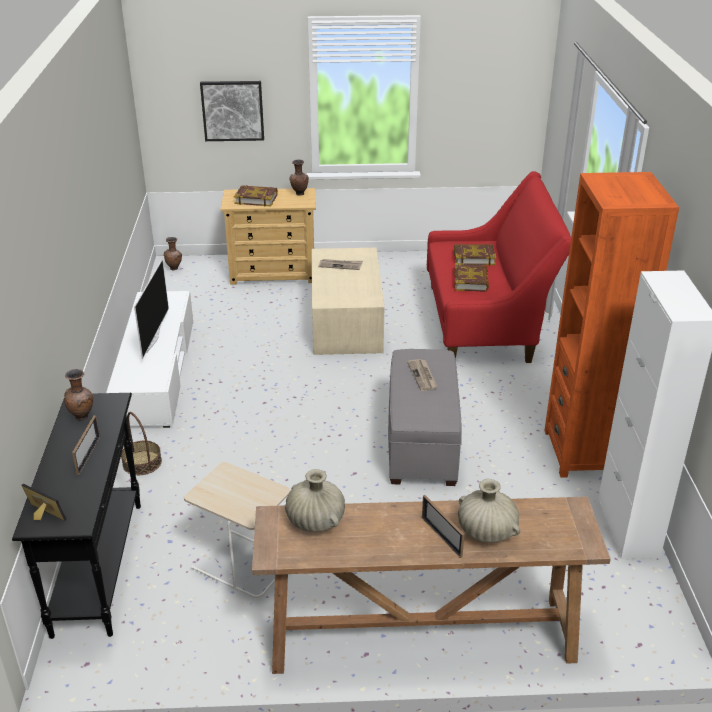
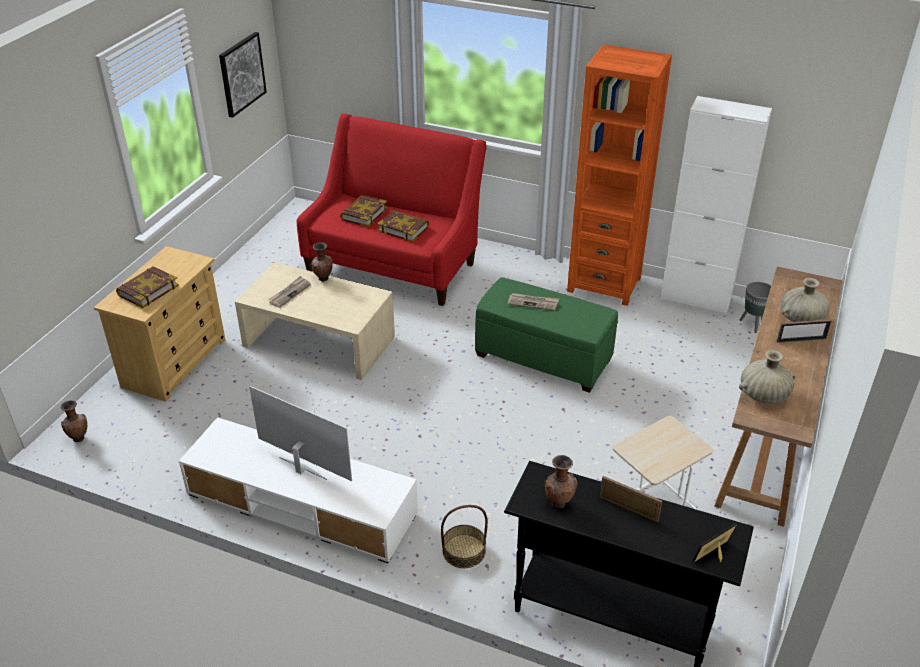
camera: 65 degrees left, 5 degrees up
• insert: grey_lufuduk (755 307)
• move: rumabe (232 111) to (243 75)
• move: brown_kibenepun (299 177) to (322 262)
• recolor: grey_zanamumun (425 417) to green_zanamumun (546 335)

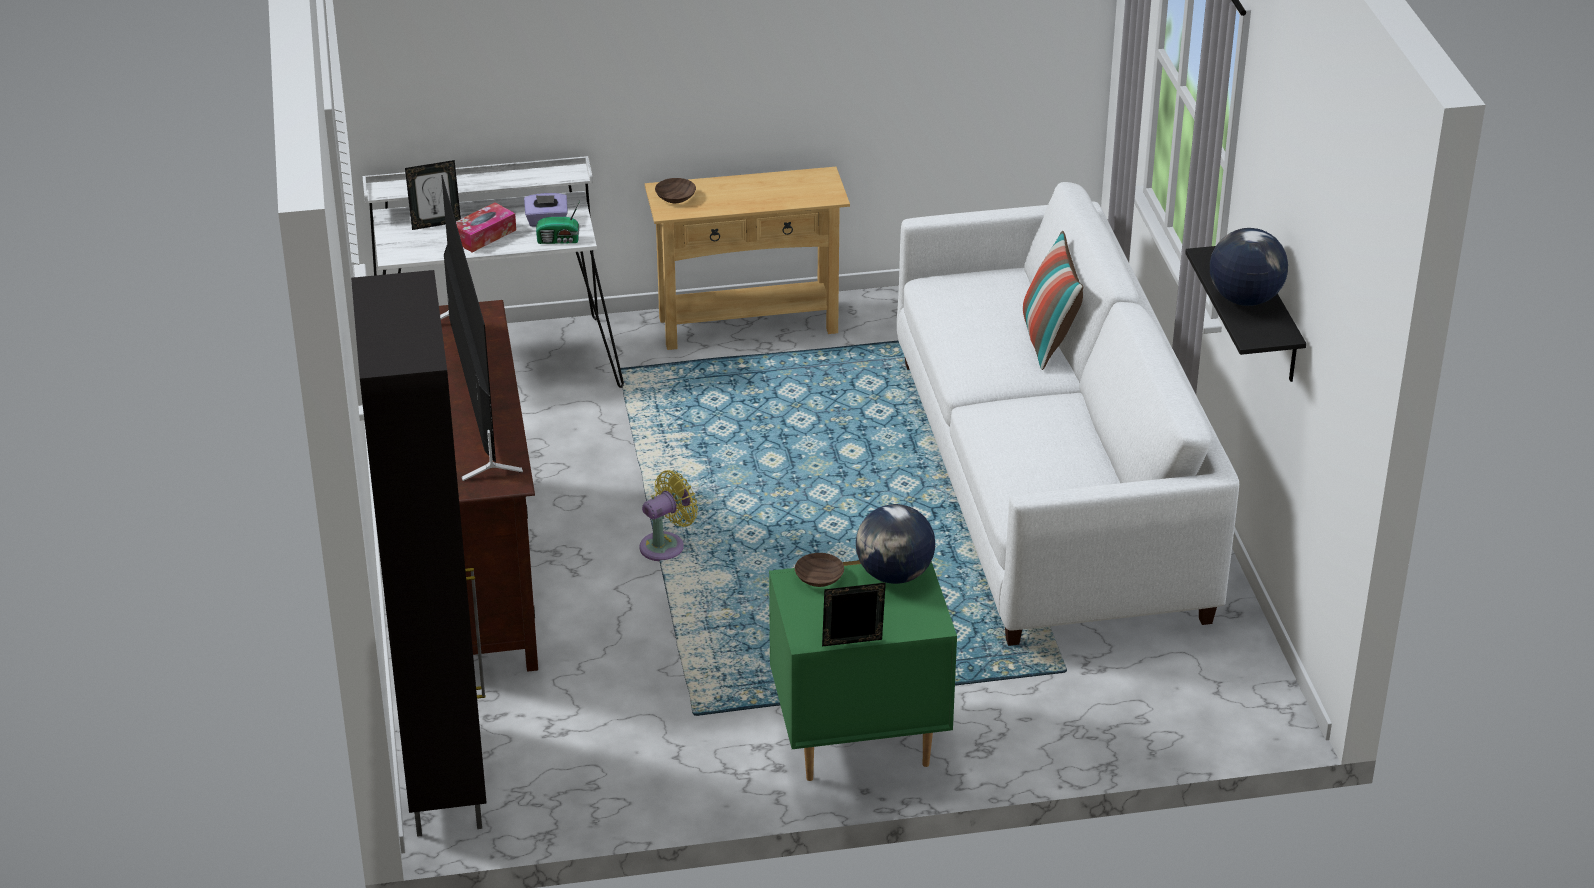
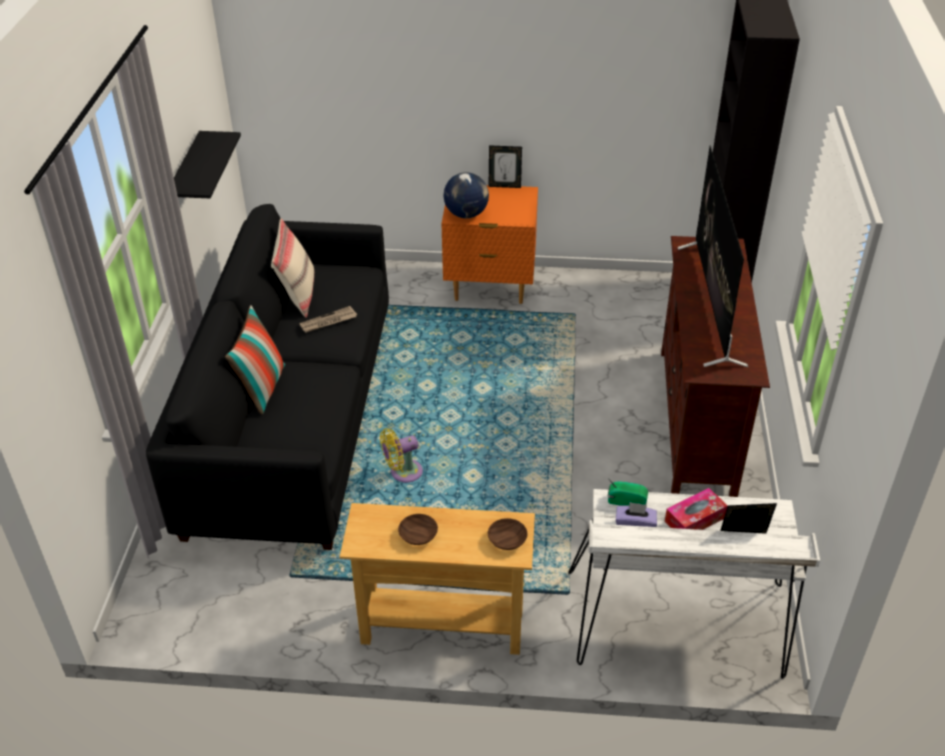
camera: 165 degrees left, 5 degrees up
• delete: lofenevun (1249 267)
• insert: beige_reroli (292 268)
• insert: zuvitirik (328 319)
• move: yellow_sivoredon (668 515) to (401 455)
• move: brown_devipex (819 570) to (418 529)
• recolor: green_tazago (863 670) to orange_tazago (489 244)
• recolor: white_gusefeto (1068 414) to black_gusefeto (267 377)

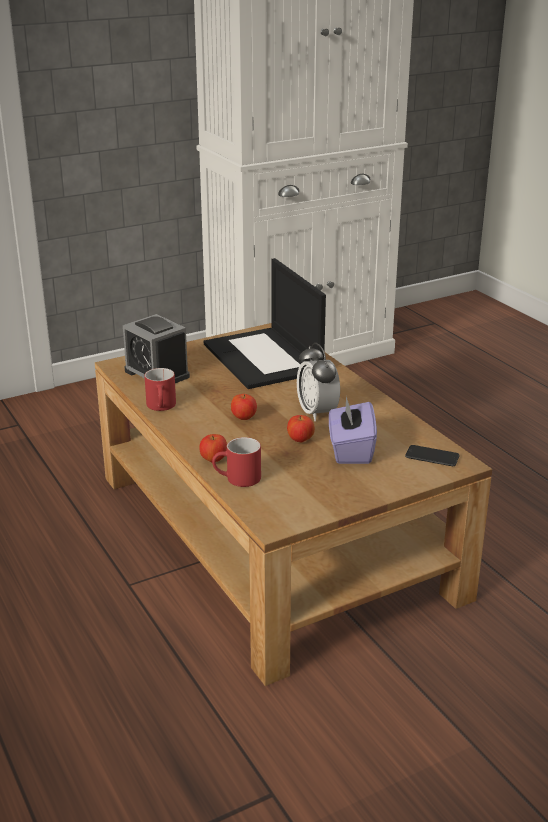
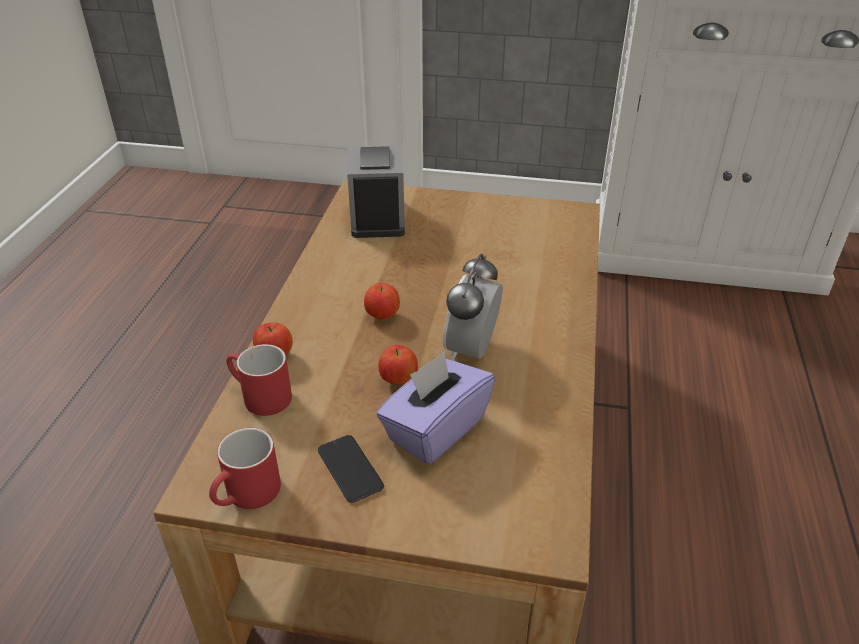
camera: 40 degrees right, 10 degrees up
• delete: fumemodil (265 323)
• move: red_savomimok (160 389) to (245 468)
• move: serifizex (432 455) to (351 469)

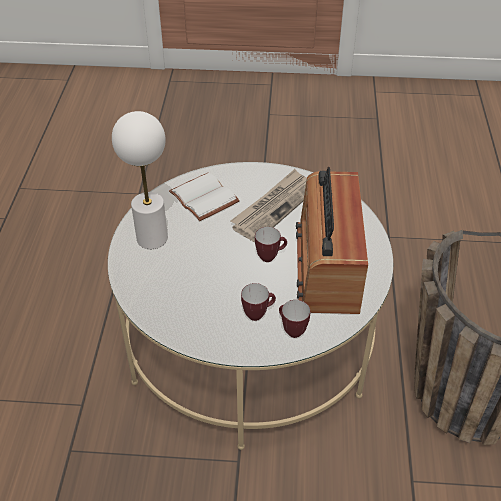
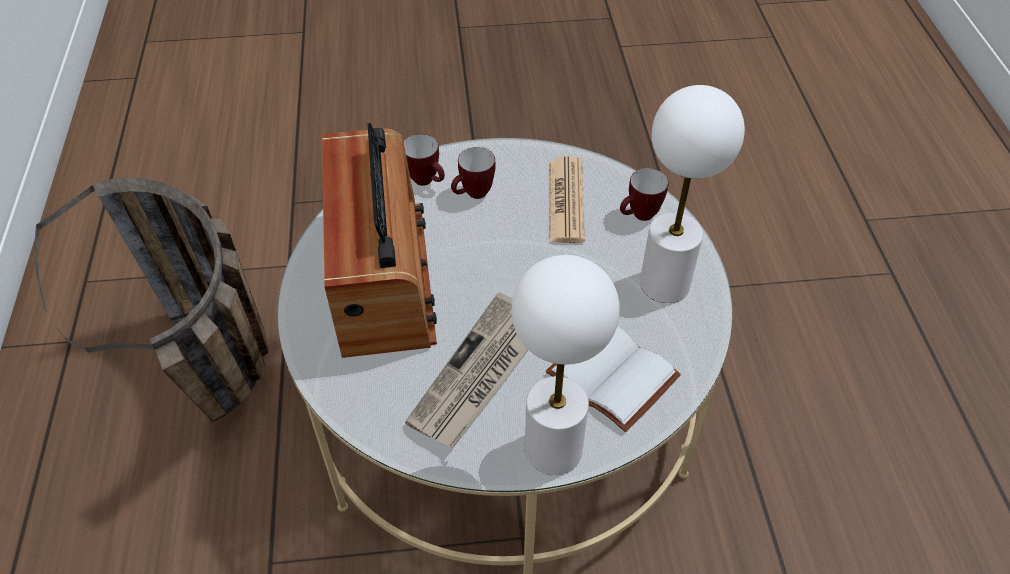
camera: 170 degrees right, 5 degrees up
• insert: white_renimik (565 365)
• insert: zuvitirik (567 199)
• move: savomimok (271 244) to (644 194)

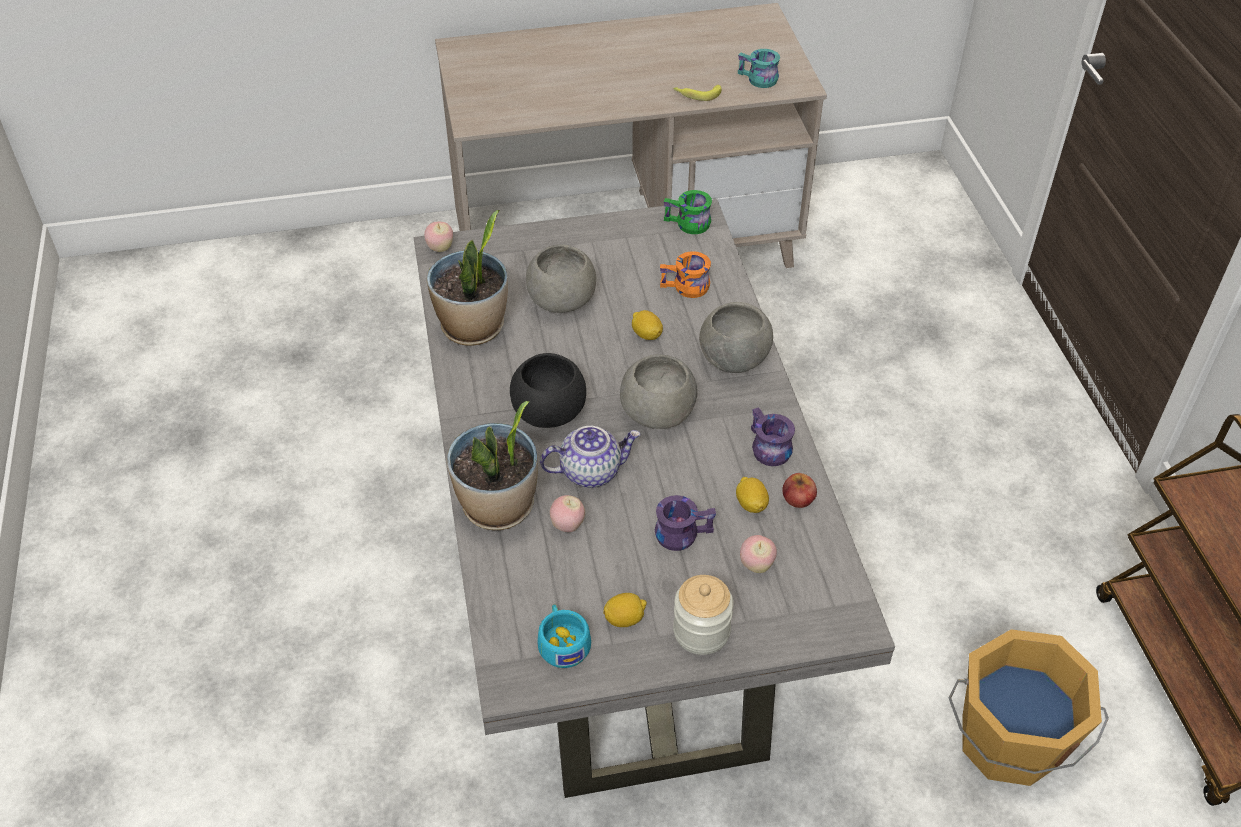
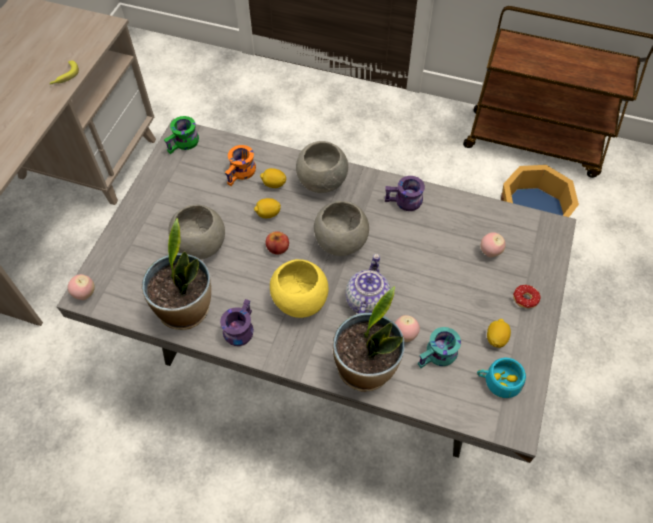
camera: 60 degrees left, 10 degrees up
• move: purple_savomimok (685 523) to (237 322)
• move: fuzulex (752 495) to (273 178)
• move: turquoise_savomimok (759 68) to (439 347)
• move: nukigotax (799 490) to (277 243)
• replace: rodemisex (703 615) to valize (527 297)
• recolor: black_devipex (548 390) to yellow_devipex (299 288)

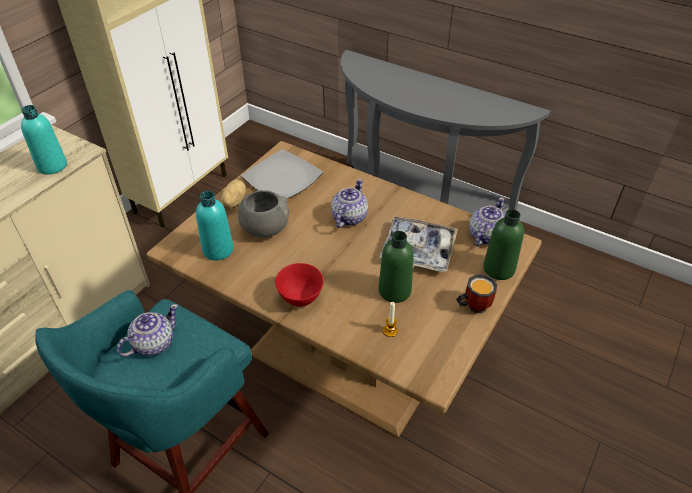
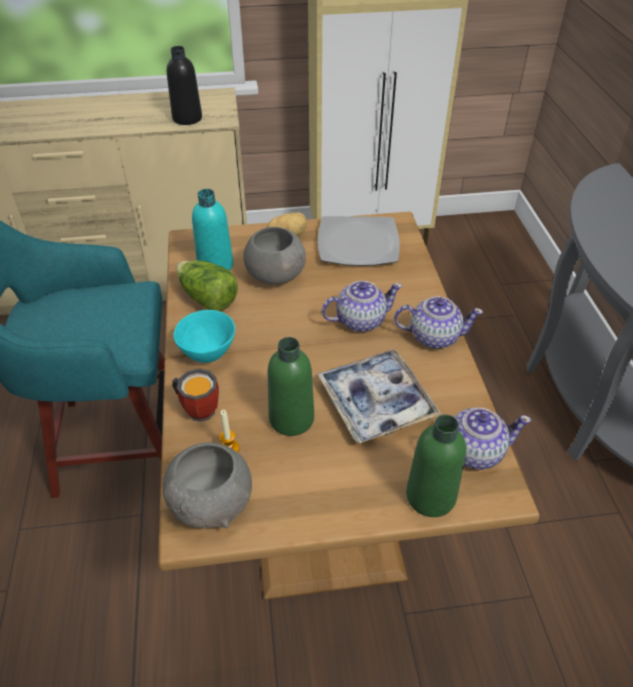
camera: 50 degrees right, 0 degrees up
• insert: grey_devipex (207 486)
• insert: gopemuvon (207 285)
• move: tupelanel (147 330) to (439 322)
• move: savomimok (477 293) to (195 395)
• recolor: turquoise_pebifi (44 140) to black_pebifi (184 85)
• recolor: red_devipex (299 285) to turquoise_devipex (204 336)

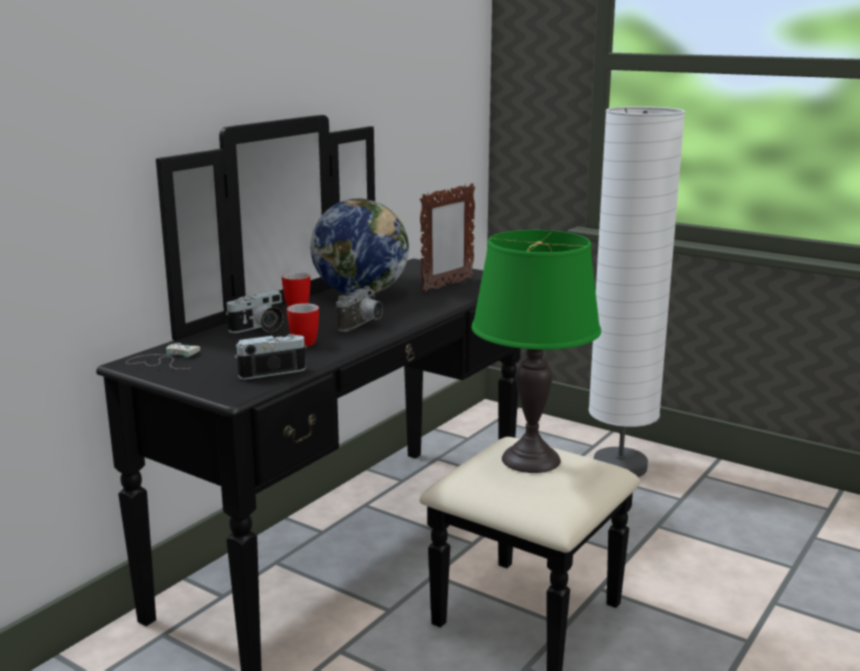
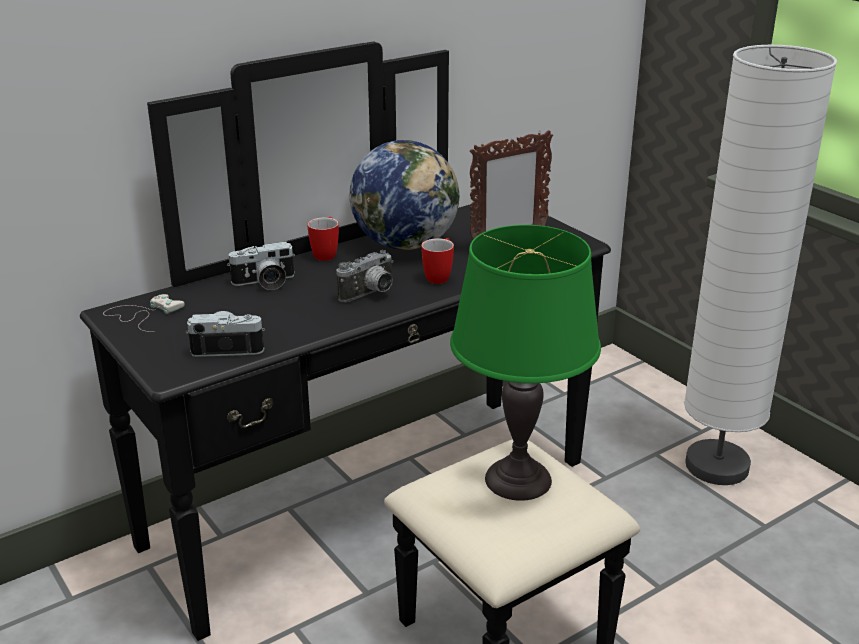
camera: 20 degrees right, 10 degrees up
• move: savomimok (303 325) to (437 261)

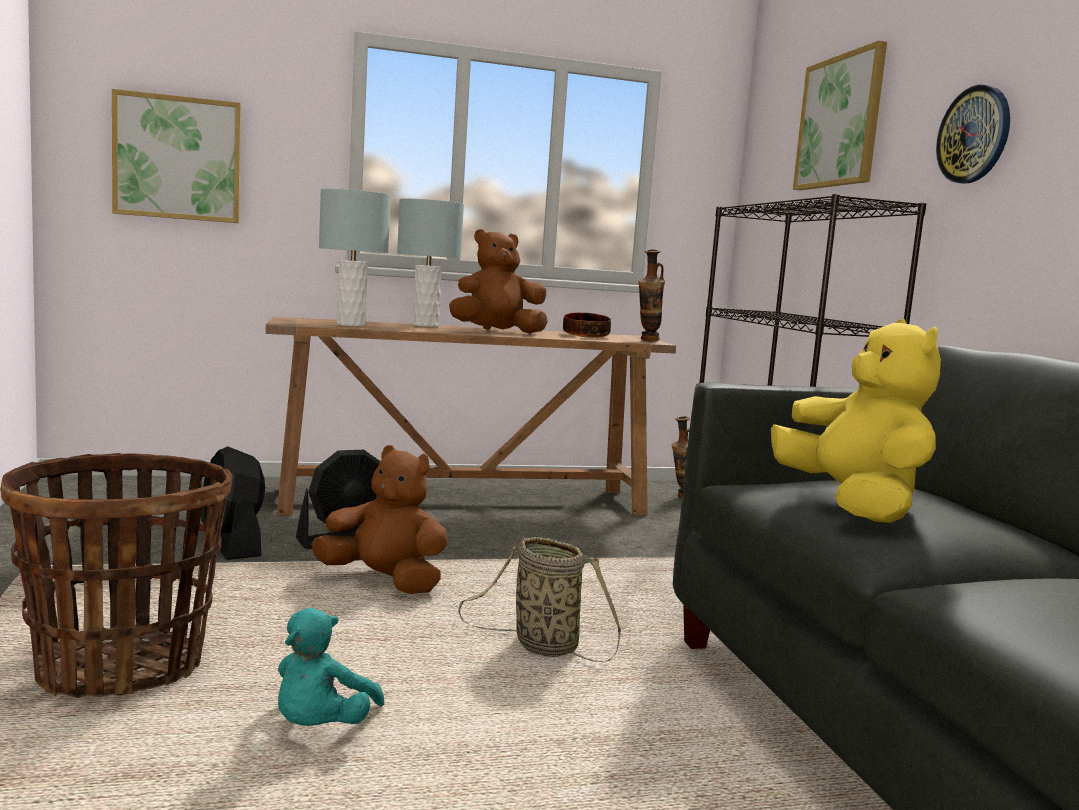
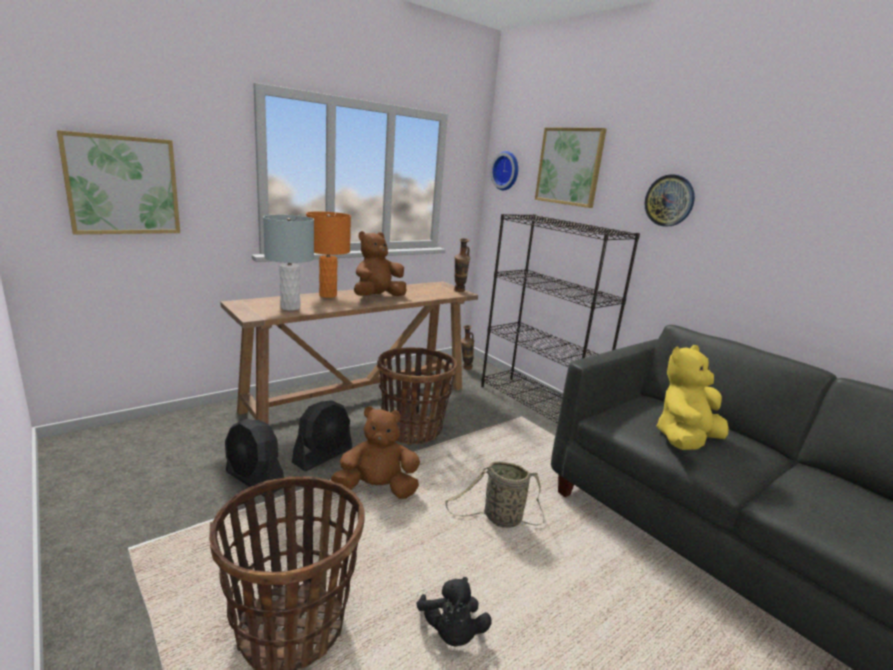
camera: 25 degrees left, 10 degrees up
• delete: devipex (587 325)
• insert: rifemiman (417 396)
• insert: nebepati (504 170)
• recolor: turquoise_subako (331 667) to black_subako (454 612)
• recolor: grey_renimik (430 262) to orange_renimik (328 254)
• rotate: yellow_subako (856 421) = (692 397) 90 degrees counterclockwise

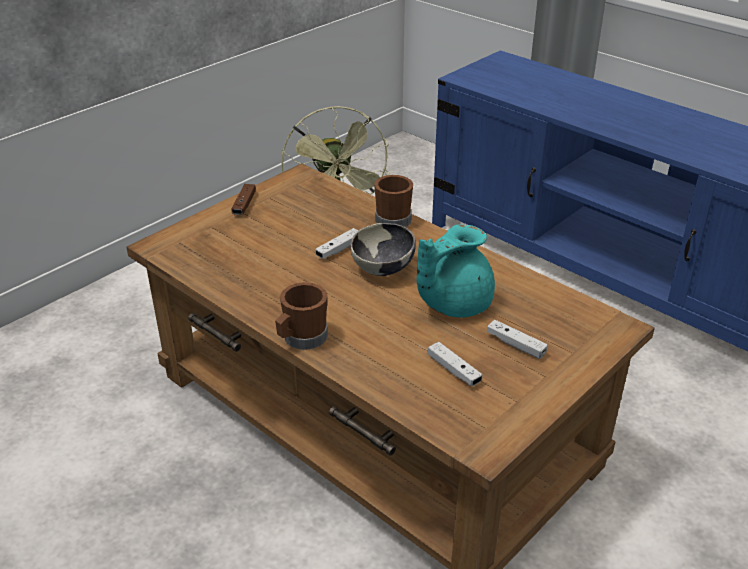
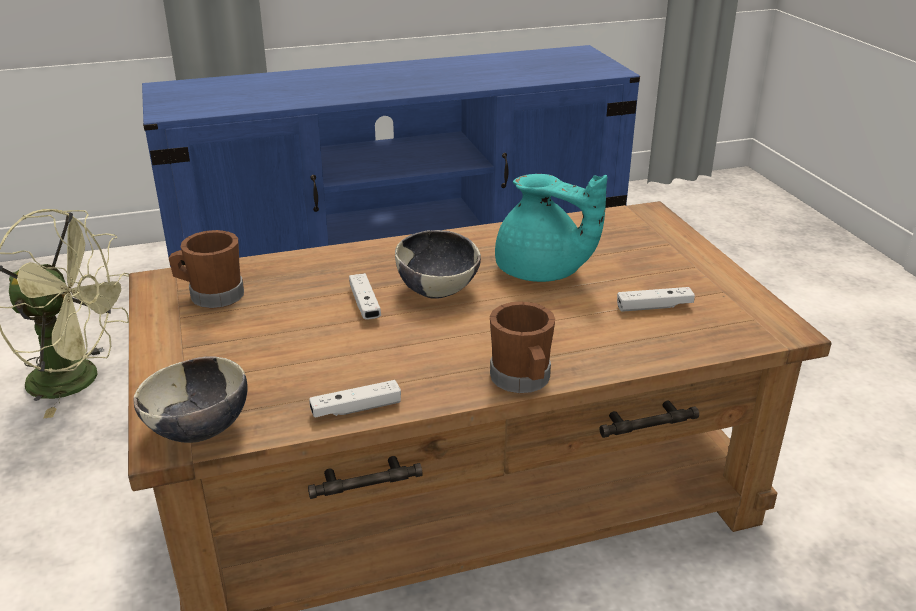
camera: 60 degrees left, 5 degrees down
• delete: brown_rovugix (243 199)
• insert: devipex (191 399)
• move: brown_savomimok (393 201) to (206 269)
• move: white_rovugix (517 339) to (355 399)
• rotate: turquoise_tupelanel (456 271) = (551 228) 45 degrees counterclockwise

